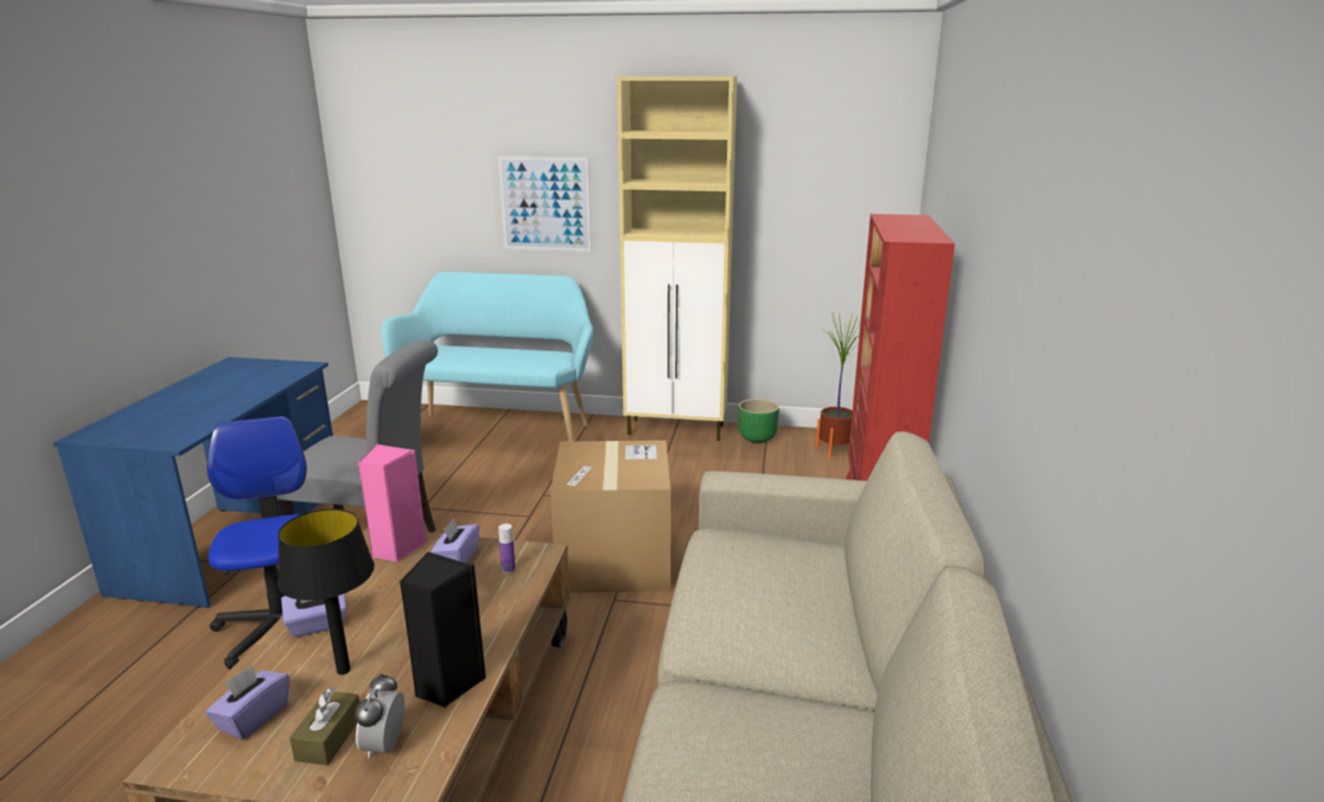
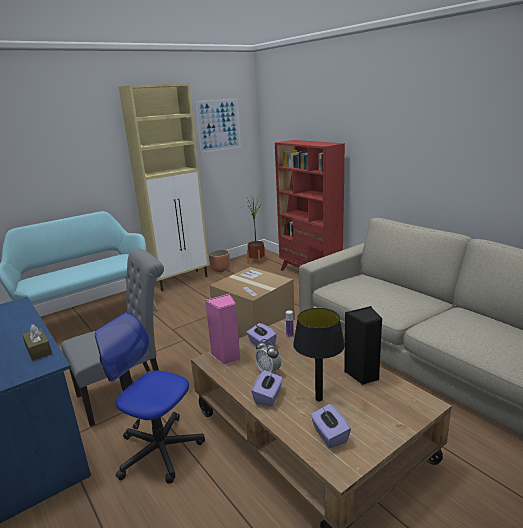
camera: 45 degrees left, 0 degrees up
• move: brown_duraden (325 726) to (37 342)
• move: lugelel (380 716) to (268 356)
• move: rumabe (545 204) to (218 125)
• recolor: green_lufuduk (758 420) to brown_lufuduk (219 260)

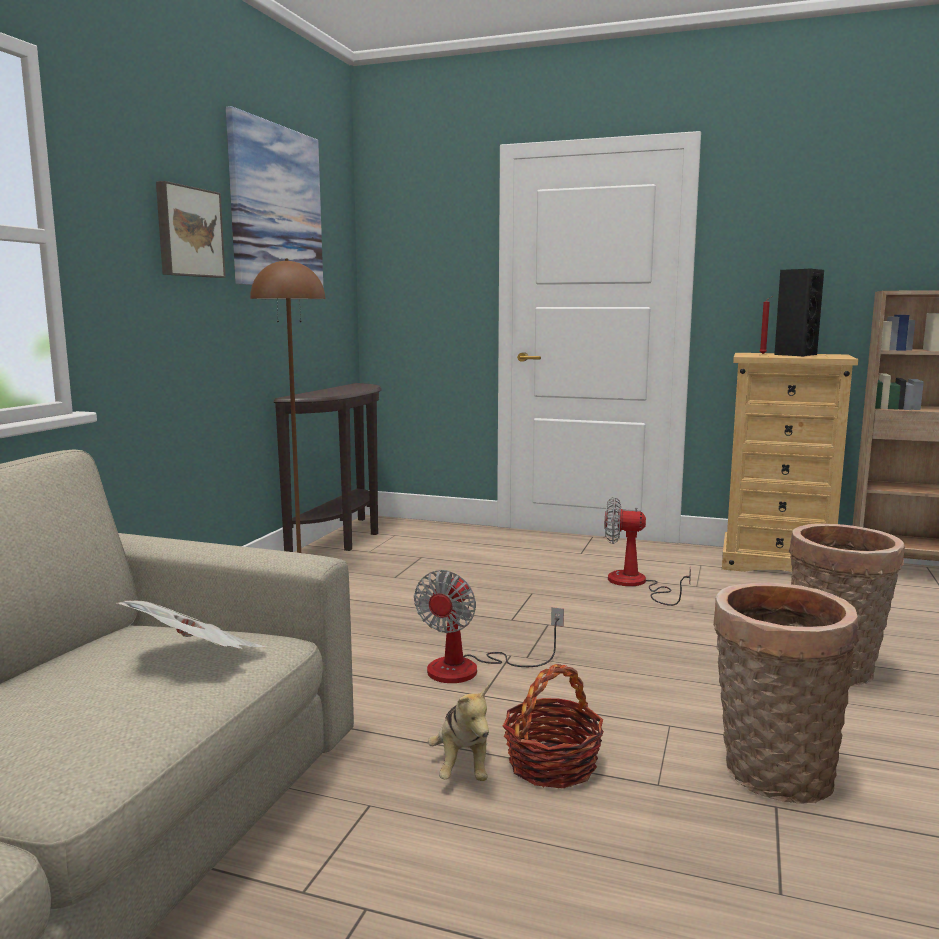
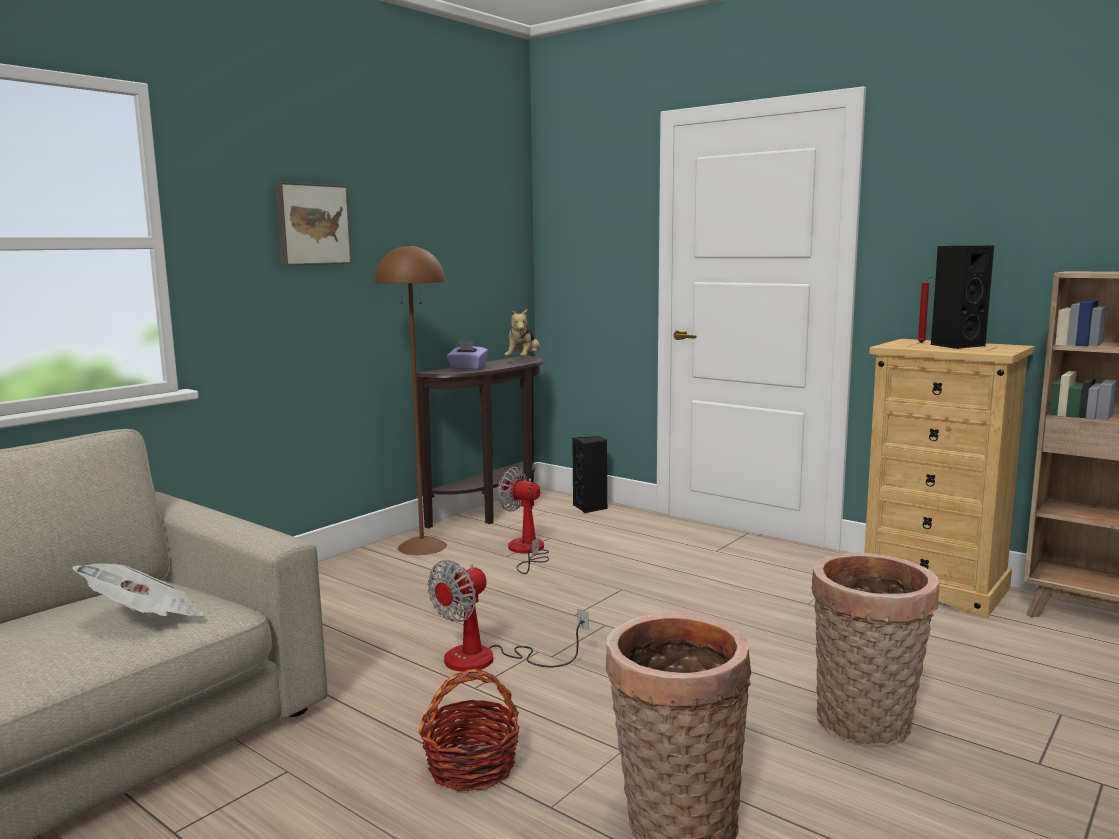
camera: 20 degrees right, 0 degrees up
• delete: rumabe (274 195)
• insert: purple_duraden (467 355)
• insert: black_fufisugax (589 474)
• move: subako (458 732) to (521 333)
• move: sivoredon (647 551) to (523 520)

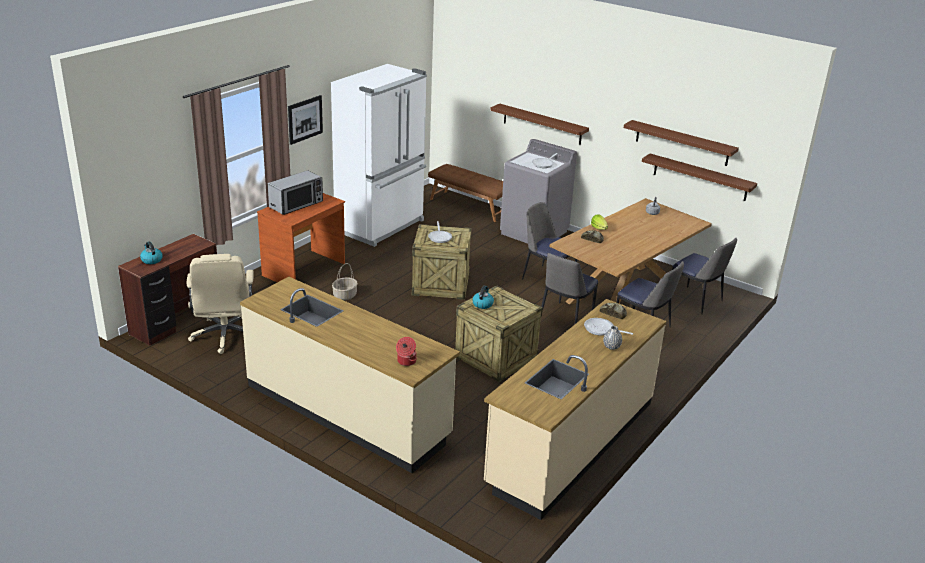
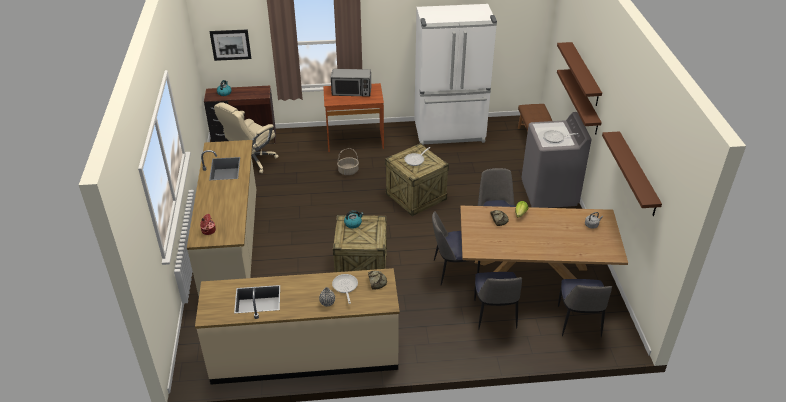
camera: 50 degrees right, 10 degrees up
• move: rumabe (305 120) to (230 45)
• move: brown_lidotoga (699 177) to (579 74)

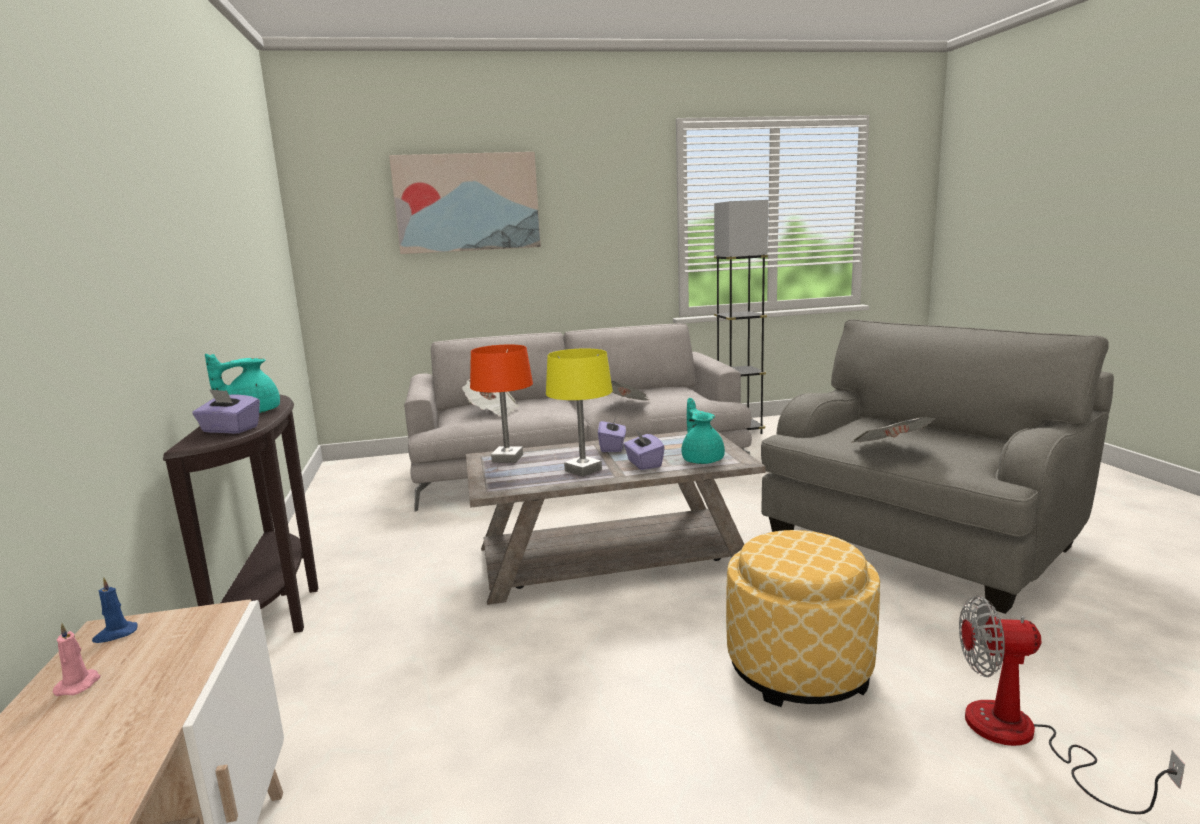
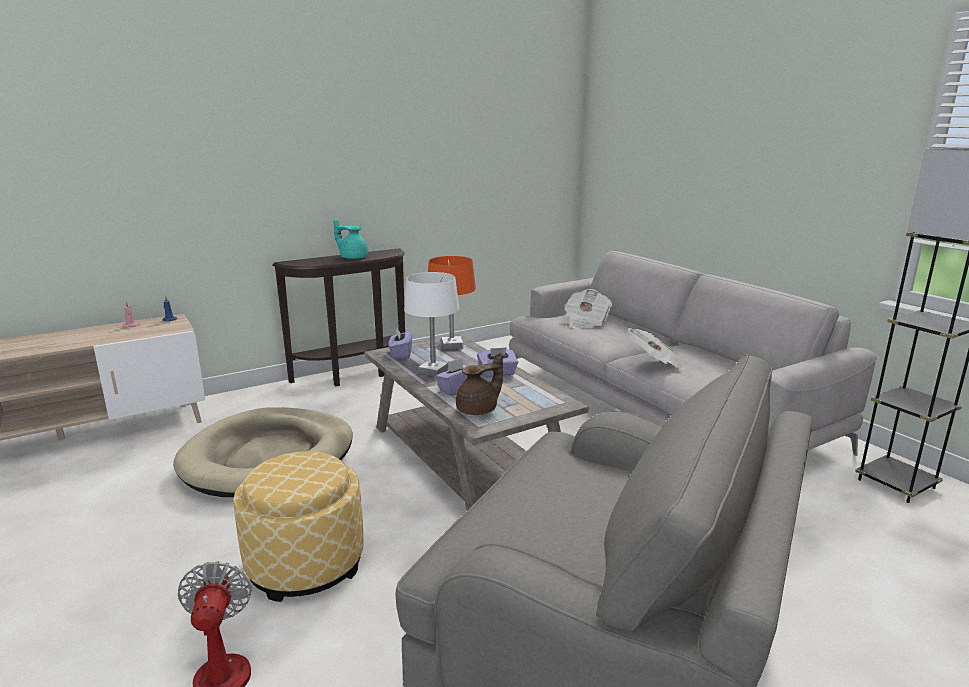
camera: 70 degrees right, 5 degrees up
• delete: rumabe (465 203)
• delete: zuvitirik (893 430)
• insert: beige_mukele (263 452)
• move: purple_duraden (226 411) to (400 343)
• recolor: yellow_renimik (579 412) to white_renimik (431 324)
• recolor: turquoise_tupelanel (703 431) to brown_tupelanel (479 383)

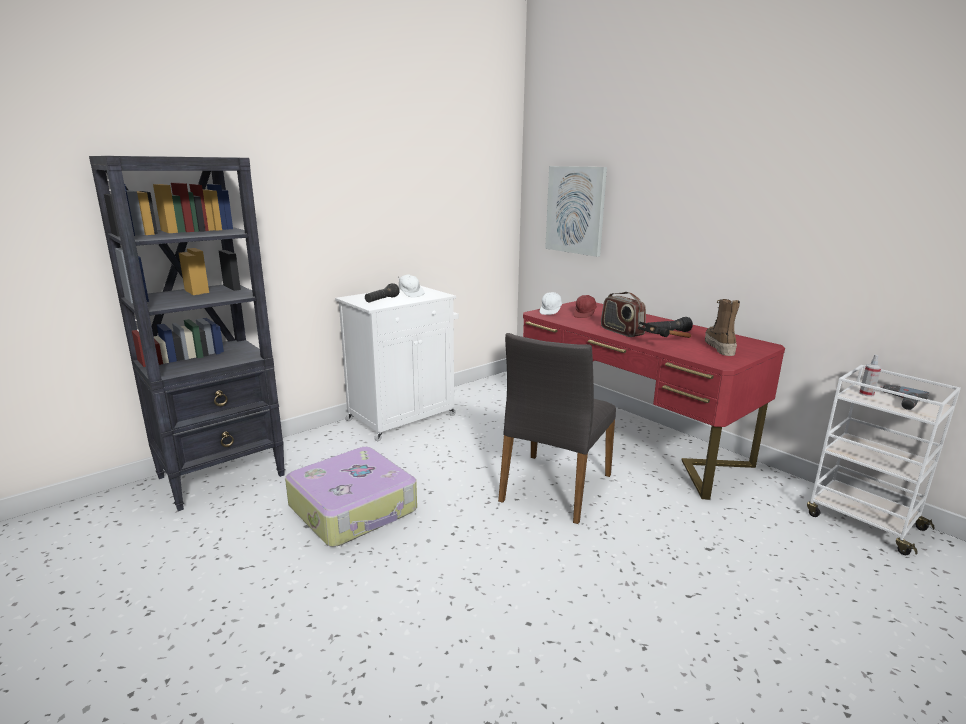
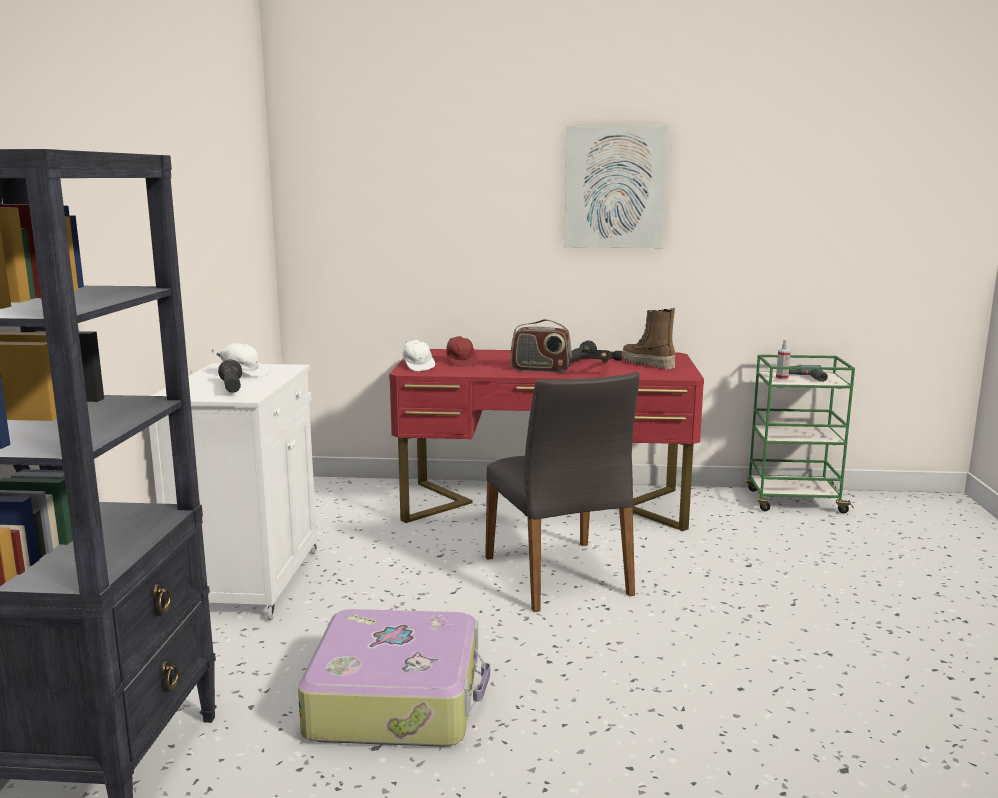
camera: 45 degrees left, 5 degrees down
• move: rumabe (576 211) to (616 187)
• recolor: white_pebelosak (884 460) to green_pebelosak (800 434)

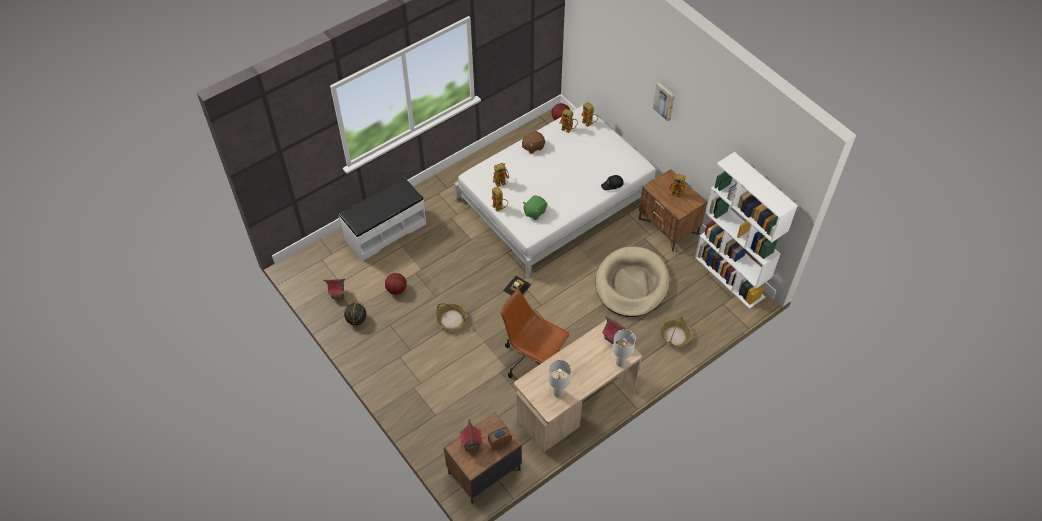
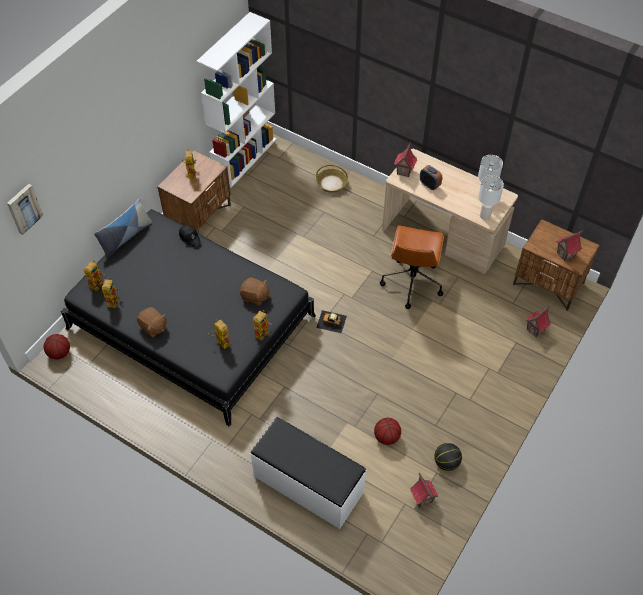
camera: 110 degrees left, 0 degrees up
• delete: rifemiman (451 316)
• delete: beige_mukele (632 282)
• insert: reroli (123 228)
• insert: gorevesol (538 321)
• move: lugelel (500 438) to (431 177)
• move: white_renimik (624 348) to (491 197)
• move: rumabe (664 101) to (25 209)
• recolor: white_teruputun (555 192) to black_teruputun (188 318)
• recolor: green_subako (535 207) to brown_subako (255 291)

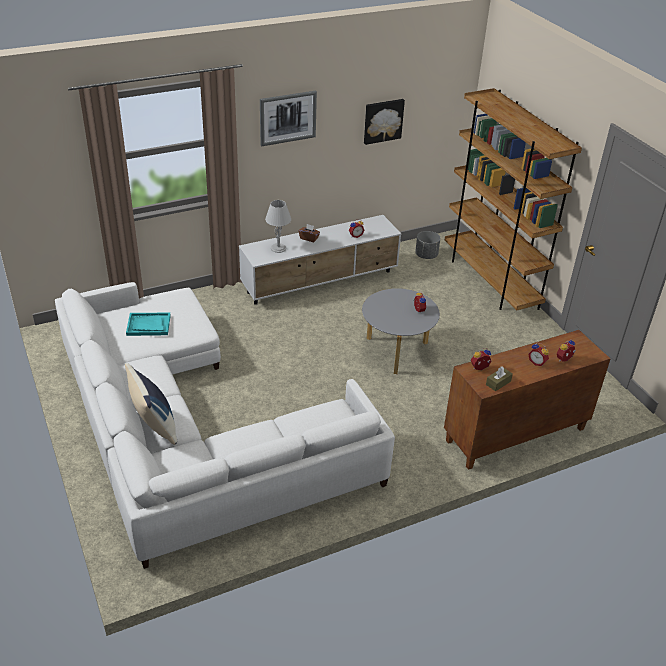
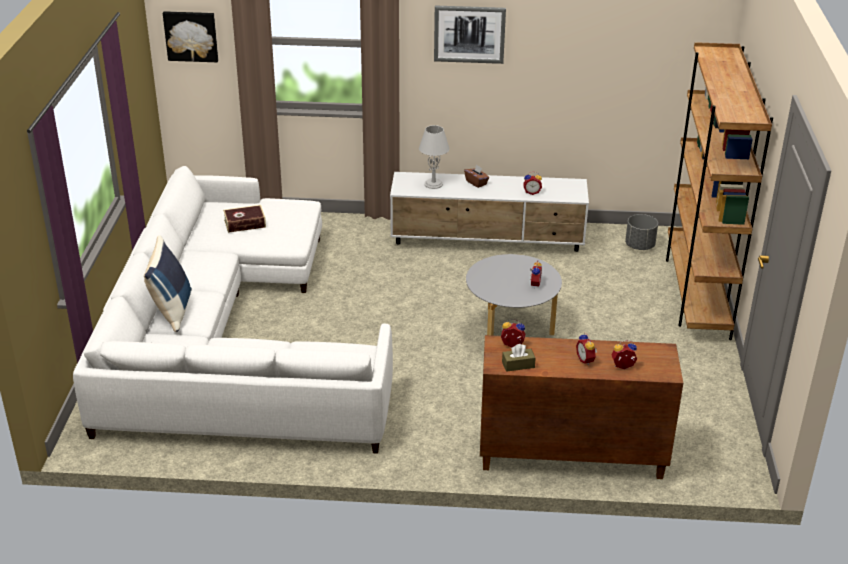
camera: 30 degrees right, 5 degrees down
• move: rumabe (384 122) to (190 36)
• replace: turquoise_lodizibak (148 324) to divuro (244 219)

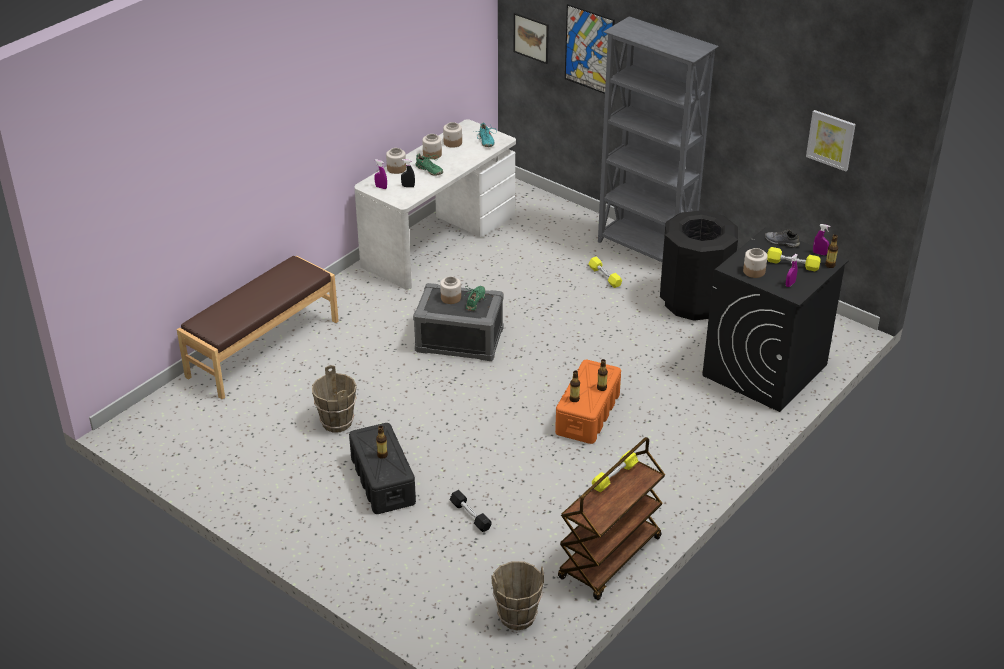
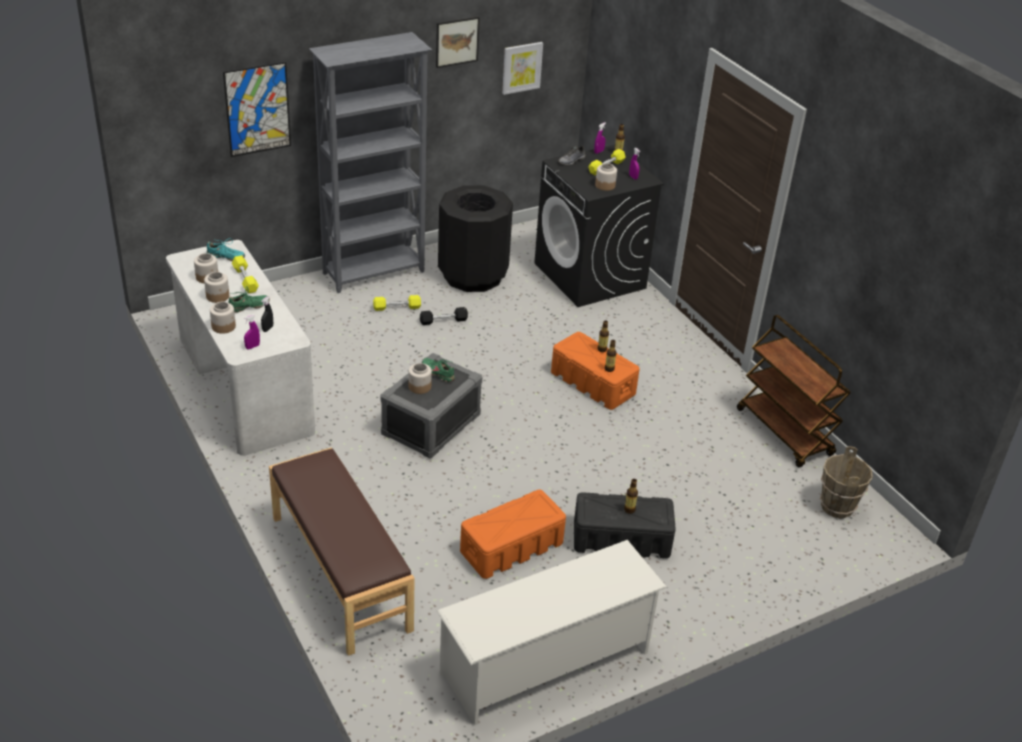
camera: 70 degrees left, 0 degrees up
• insert: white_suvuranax (552 632)
• move: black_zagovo (471 511) to (444 316)
• move: rumabe (531 38) to (458 42)
• move: yellow_zagovo (615 471) to (245 274)
• replace: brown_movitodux (334 398) to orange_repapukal (513 534)

